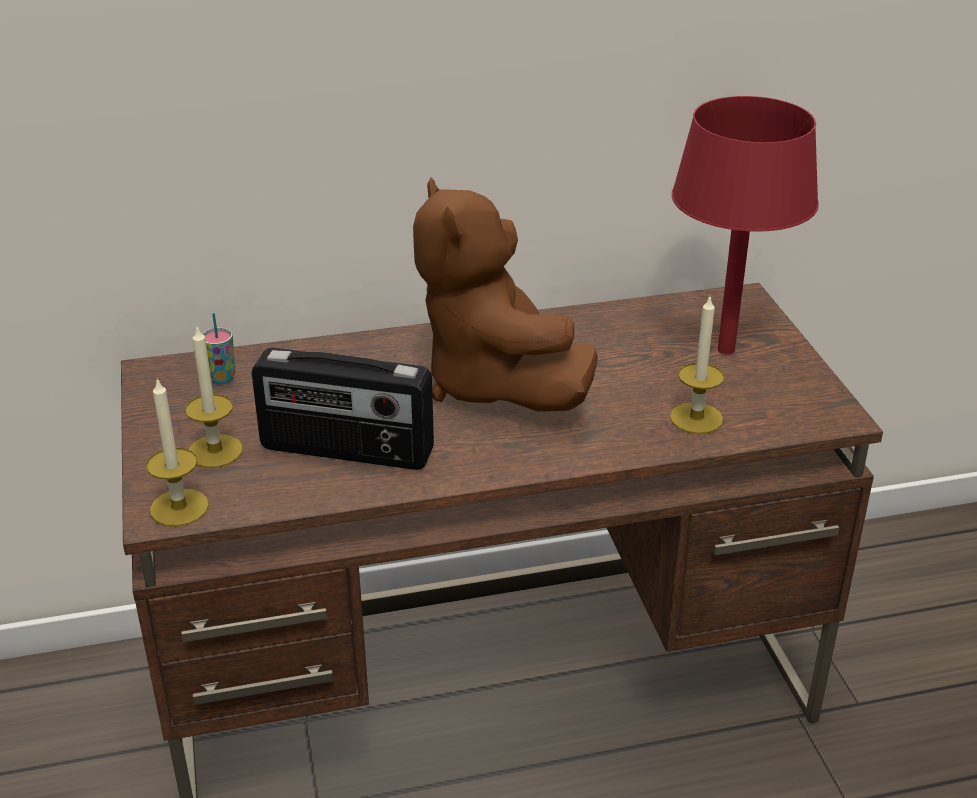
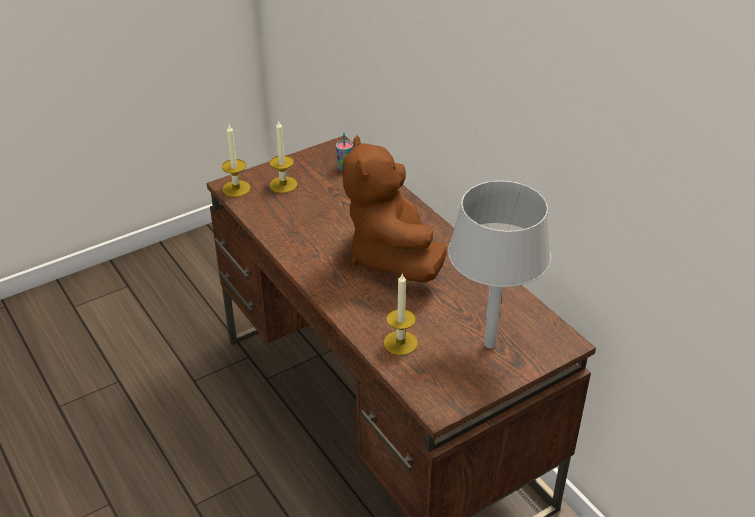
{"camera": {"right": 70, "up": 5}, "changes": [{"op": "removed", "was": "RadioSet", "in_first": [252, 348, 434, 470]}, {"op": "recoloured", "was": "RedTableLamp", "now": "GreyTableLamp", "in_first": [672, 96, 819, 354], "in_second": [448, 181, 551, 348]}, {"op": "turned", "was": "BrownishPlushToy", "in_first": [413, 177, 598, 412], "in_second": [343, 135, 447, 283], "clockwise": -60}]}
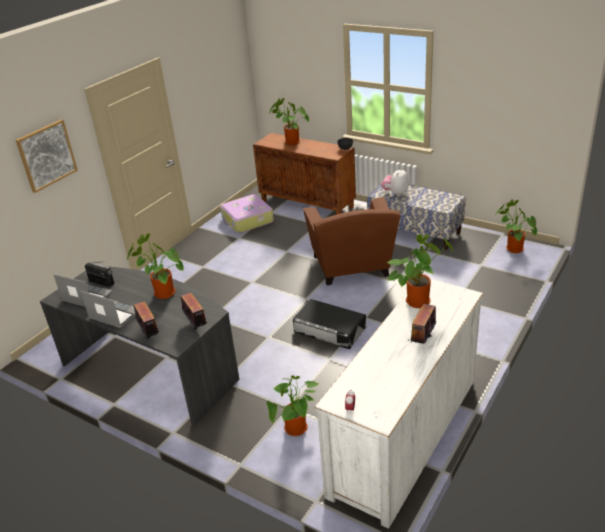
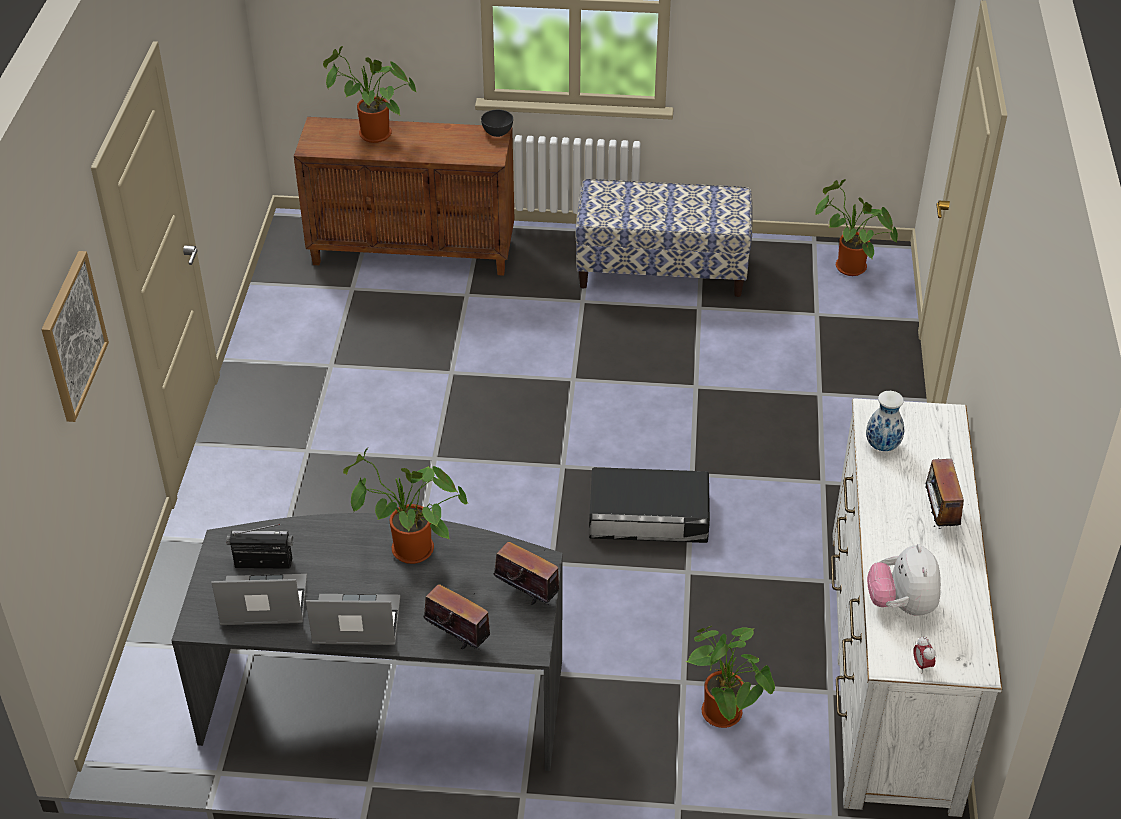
{"camera": {"right": -30, "up": 10}, "changes": [{"op": "removed", "was": "PieceOfLuggage", "in_first": [220, 194, 274, 233]}, {"op": "removed", "was": "BrownishEasyChair", "in_first": [303, 197, 400, 285]}, {"op": "moved", "was": "PlushToy", "in_first": [381, 168, 409, 197], "in_second": [867, 544, 941, 616]}, {"op": "replaced", "was": "PottedPlant", "now": "FlowerVase", "in_first": [386, 234, 454, 308], "in_second": [866, 391, 904, 451]}]}
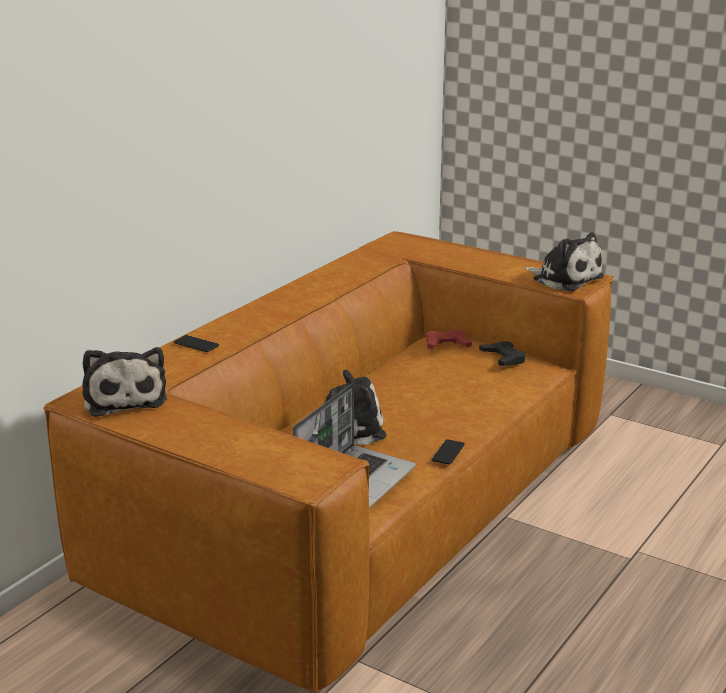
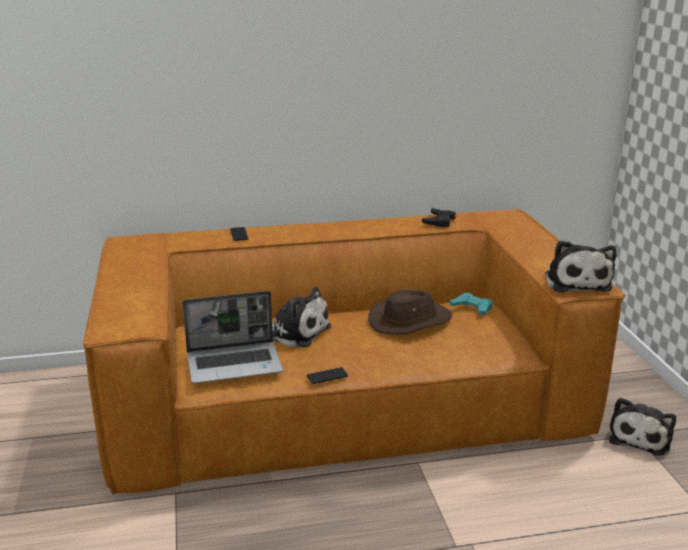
{"camera": {"right": 45, "up": 0}, "changes": [{"op": "added", "now": "BrownishClothingHat", "in_second": [368, 290, 452, 334]}, {"op": "moved", "was": "PlushToy", "in_first": [82, 347, 167, 417], "in_second": [609, 397, 676, 456]}, {"op": "moved", "was": "BlackColouredGameController", "in_first": [479, 341, 526, 366], "in_second": [422, 208, 456, 228]}, {"op": "recoloured", "was": "RedGameController", "now": "TurquoiseColouredGameController", "in_first": [427, 330, 472, 349], "in_second": [449, 293, 493, 315]}]}
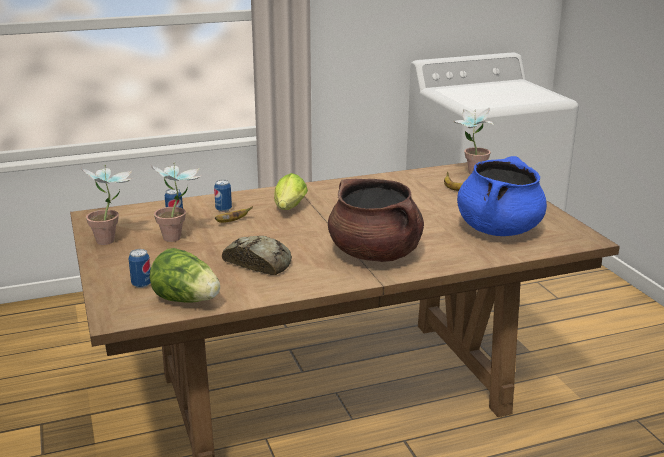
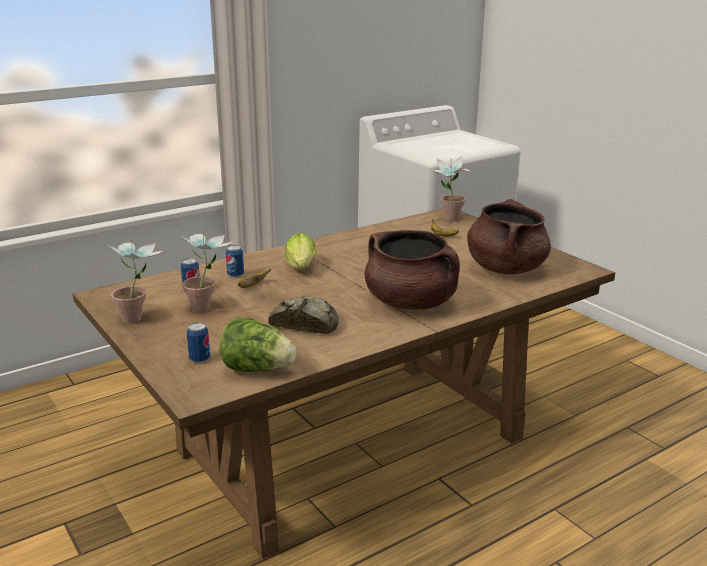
{"camera": {"right": -15, "up": 0}, "changes": [{"op": "recoloured", "was": "BlueColouredCookingPot", "now": "BrownishCookingPot", "in_first": [457, 156, 547, 236], "in_second": [467, 199, 551, 274]}]}
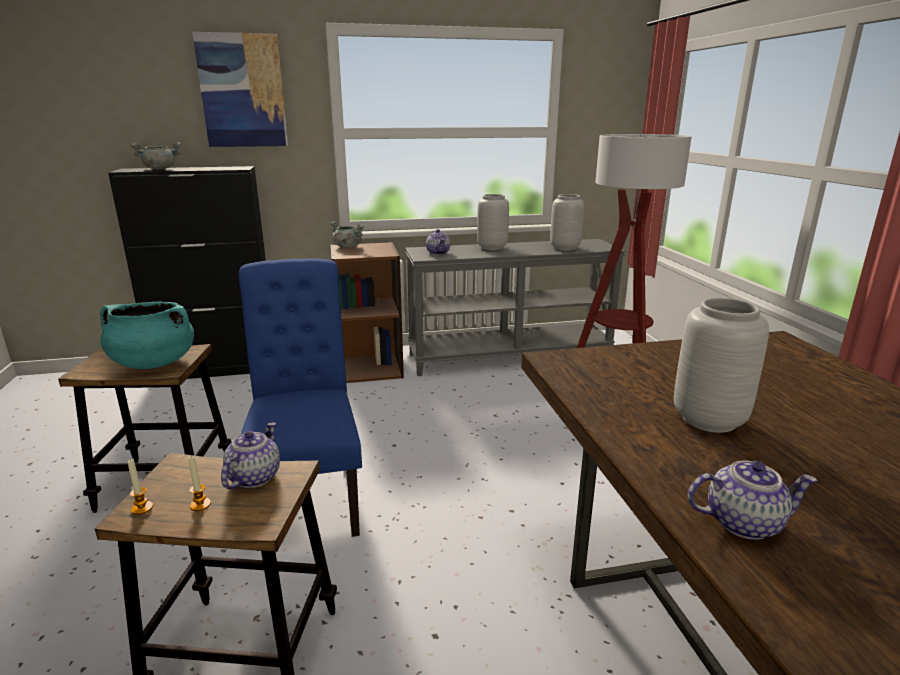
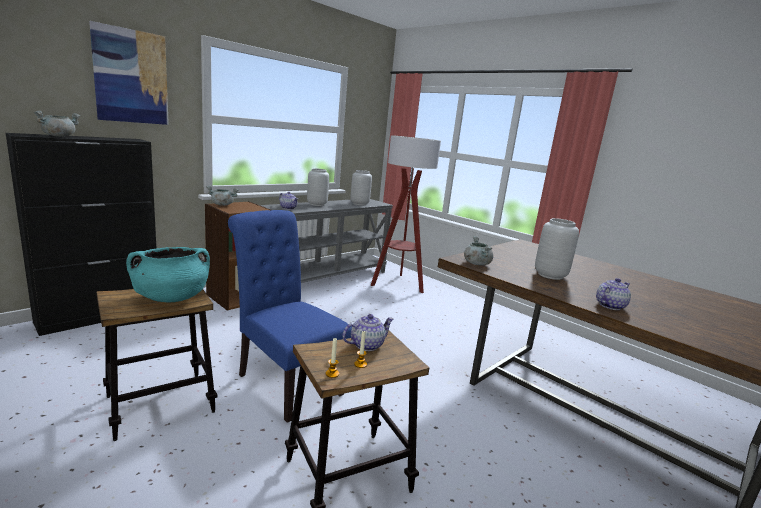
{"camera": {"right": -35, "up": -5}, "changes": [{"op": "added", "now": "GreyCookingPot", "in_second": [464, 236, 493, 265]}, {"op": "turned", "was": "Teapot", "in_first": [221, 422, 280, 489], "in_second": [342, 314, 394, 351], "clockwise": 75}]}
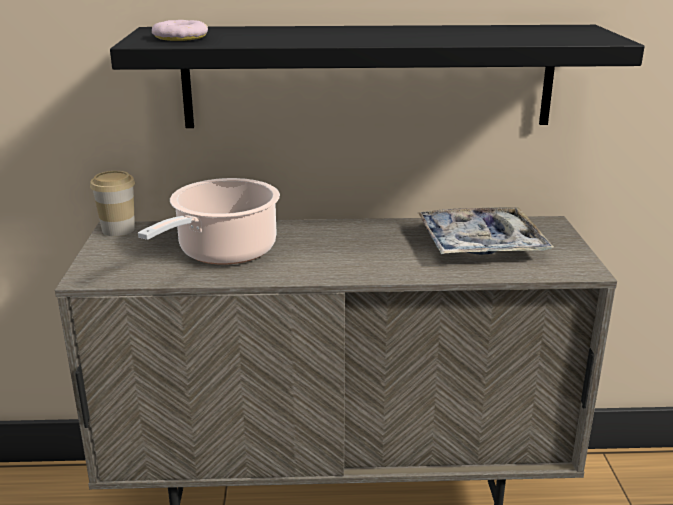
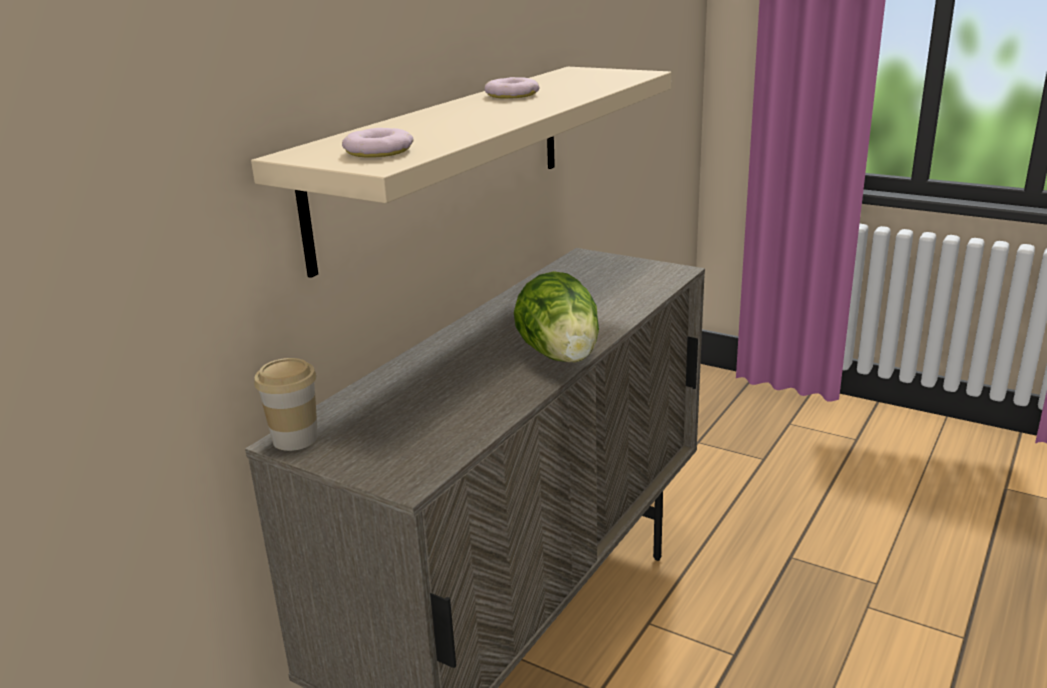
{"camera": {"right": -55, "up": 0}, "changes": [{"op": "removed", "was": "CookingPot", "in_first": [138, 178, 280, 265]}, {"op": "removed", "was": "Tray", "in_first": [417, 207, 554, 254]}, {"op": "added", "now": "Donut", "in_second": [484, 77, 539, 99]}, {"op": "added", "now": "Lettuce", "in_second": [514, 271, 599, 362]}, {"op": "recoloured", "was": "BlackColouredBracketShelf", "now": "SandColouredBracketShelf", "in_first": [110, 25, 645, 128], "in_second": [251, 67, 671, 278]}]}
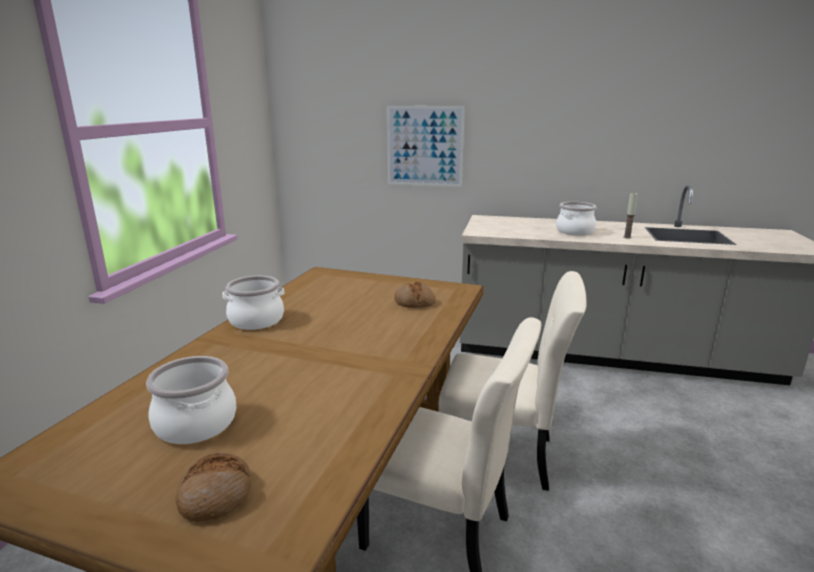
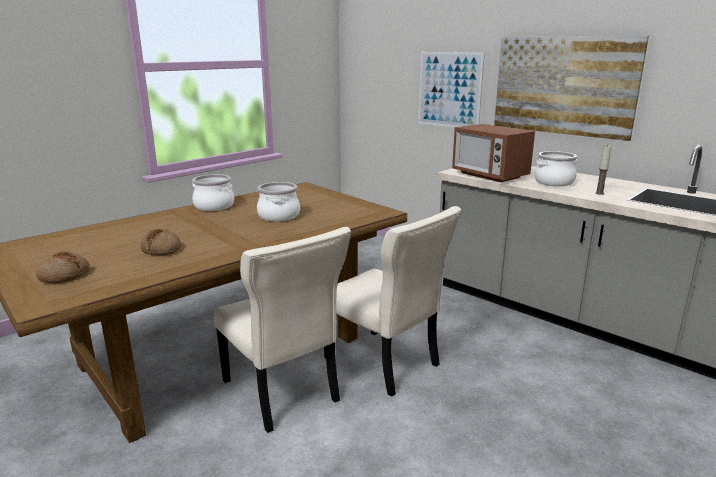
{"camera": {"right": 30, "up": 0}, "changes": [{"op": "added", "now": "Microwave", "in_second": [452, 124, 535, 182]}, {"op": "added", "now": "WallArt", "in_second": [494, 36, 649, 141]}, {"op": "moved", "was": "CookingPot", "in_first": [146, 356, 237, 444], "in_second": [257, 182, 300, 222]}, {"op": "moved", "was": "Bread", "in_first": [394, 281, 435, 308], "in_second": [140, 229, 181, 256]}]}
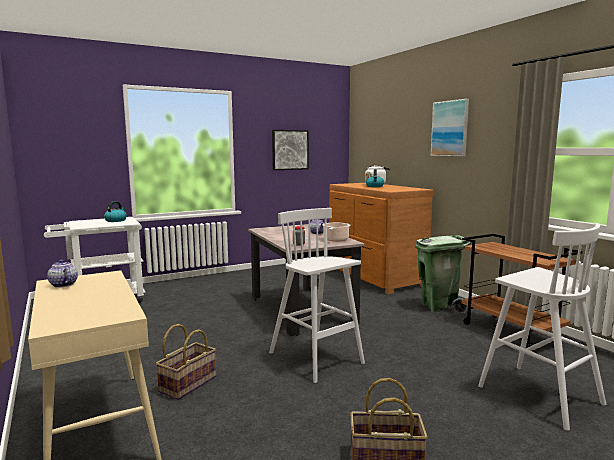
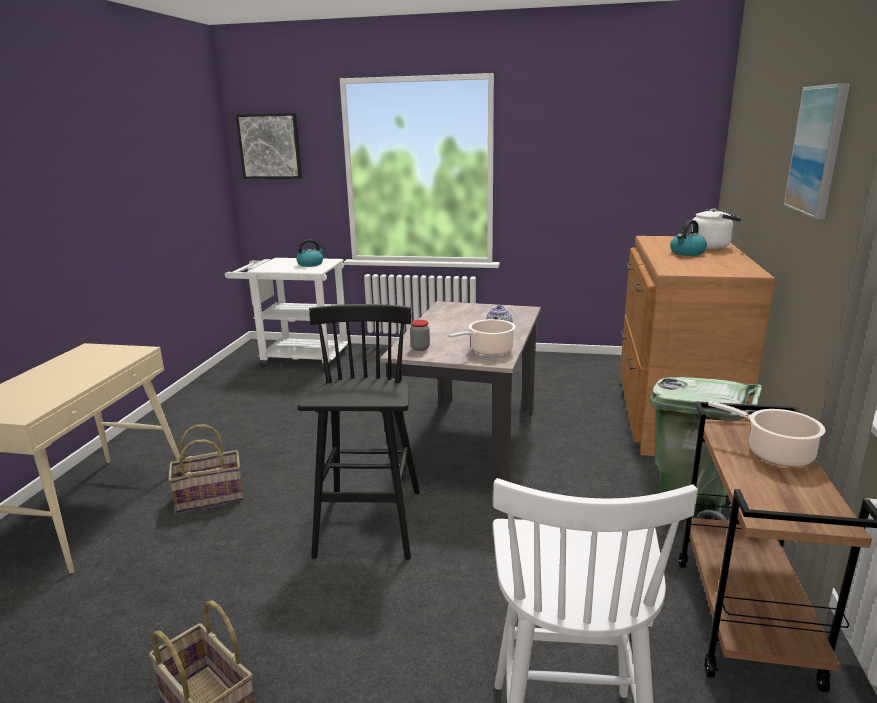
{"camera": {"right": 40, "up": 10}, "changes": [{"op": "removed", "was": "Teapot", "in_first": [47, 260, 78, 288]}, {"op": "added", "now": "CookingPot", "in_second": [708, 401, 825, 467]}, {"op": "moved", "was": "WallArt", "in_first": [272, 130, 309, 170], "in_second": [236, 113, 302, 179]}, {"op": "recoloured", "was": "WhiteSittingStool", "now": "BlackColouredSittingStool", "in_first": [269, 208, 365, 383], "in_second": [298, 304, 420, 560]}]}
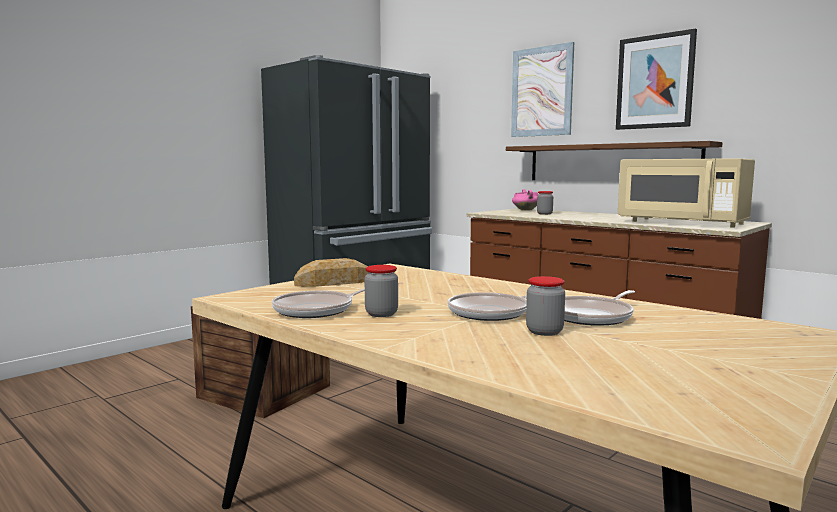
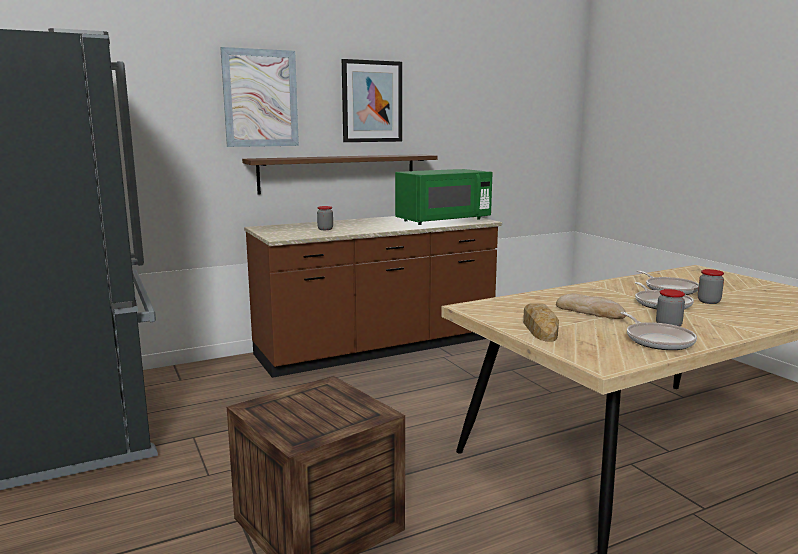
{"camera": {"right": -70, "up": 5}, "changes": [{"op": "removed", "was": "PinkColouredCookingPot", "in_first": [512, 189, 539, 210]}, {"op": "added", "now": "Bread", "in_second": [556, 293, 626, 319]}, {"op": "recoloured", "was": "SandColouredMicrowave", "now": "GreenMicrowave", "in_first": [618, 158, 755, 228], "in_second": [395, 169, 493, 225]}]}
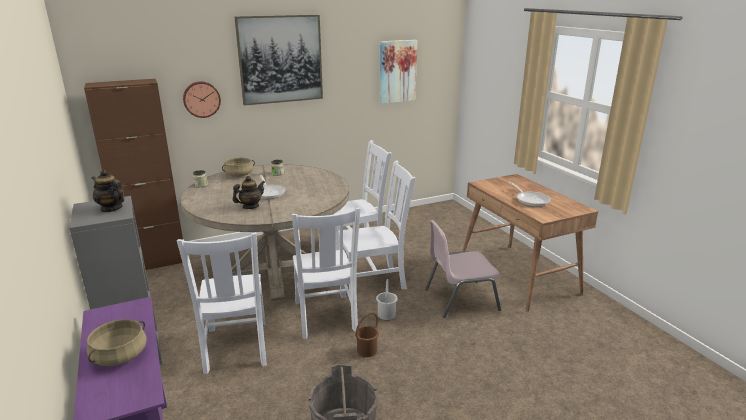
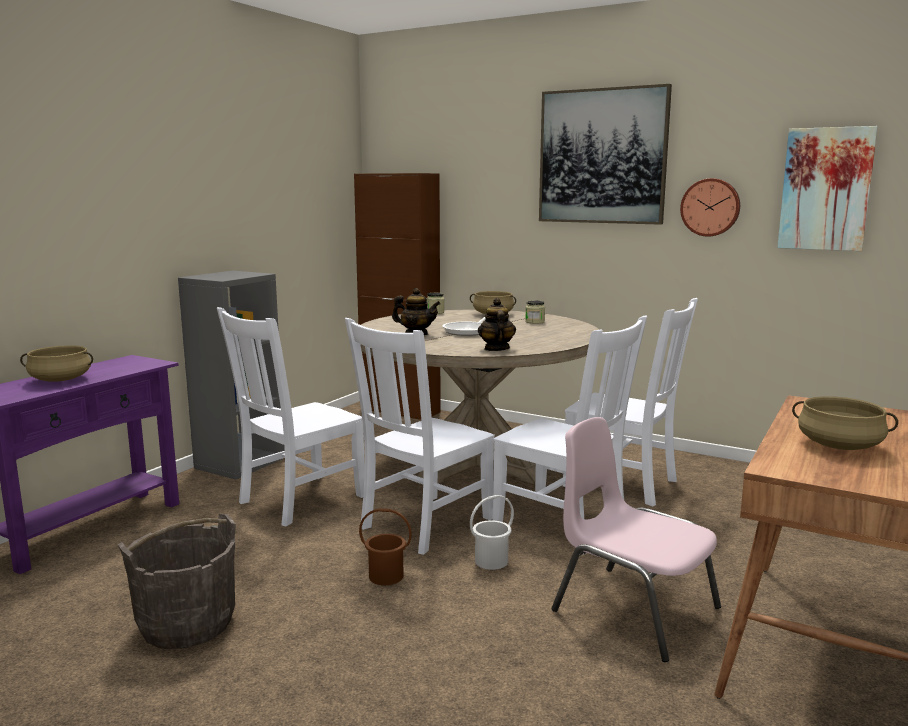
{"camera": {"right": 55, "up": -10}, "changes": [{"op": "moved", "was": "Teapot", "in_first": [92, 170, 124, 212], "in_second": [478, 298, 516, 351]}, {"op": "moved", "was": "ClockOnTheWall", "in_first": [183, 81, 221, 118], "in_second": [680, 178, 740, 237]}, {"op": "replaced", "was": "Skillet", "now": "SandColouredCookingPot", "in_first": [509, 182, 551, 207], "in_second": [792, 396, 898, 450]}]}
